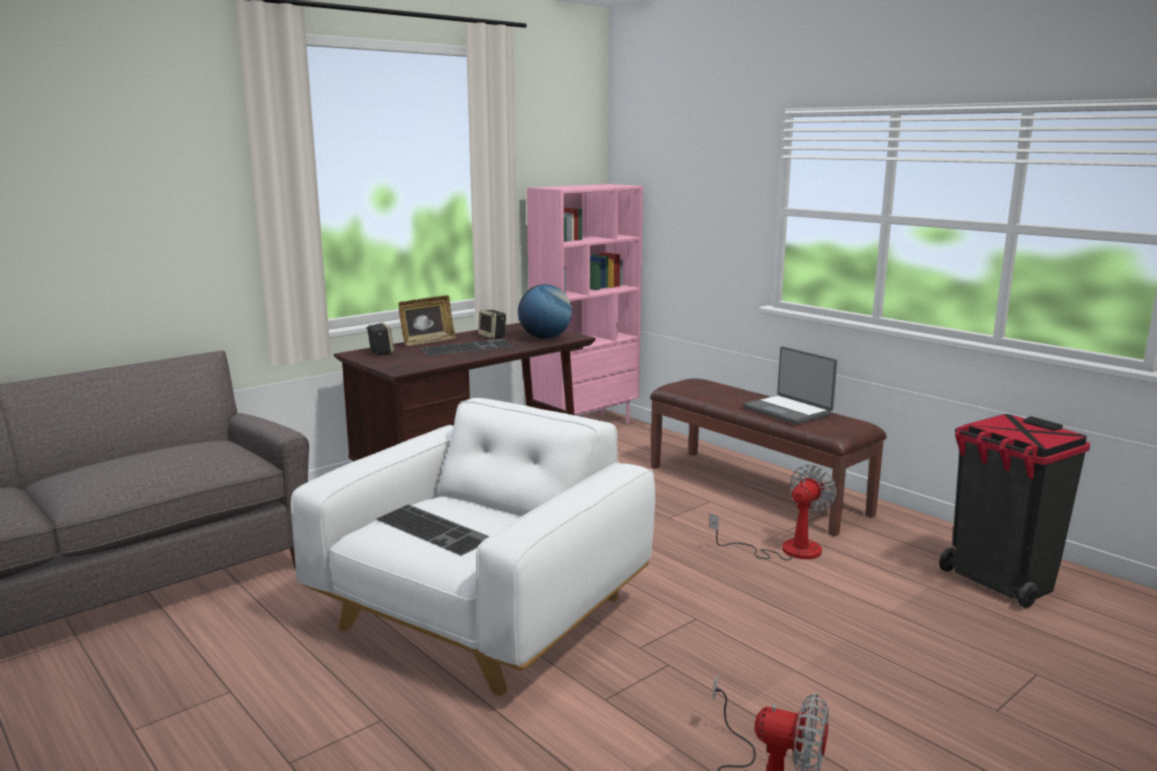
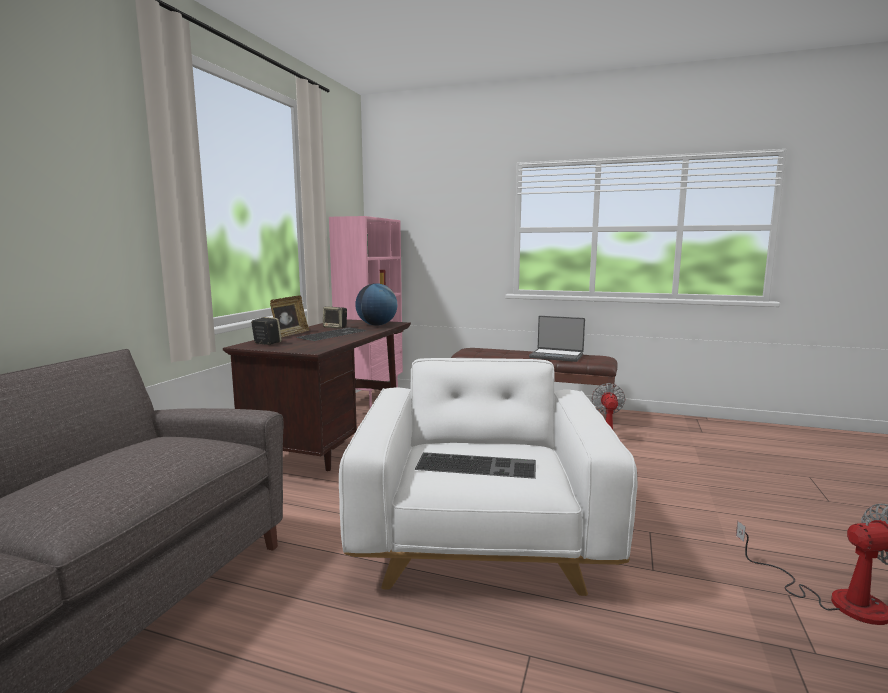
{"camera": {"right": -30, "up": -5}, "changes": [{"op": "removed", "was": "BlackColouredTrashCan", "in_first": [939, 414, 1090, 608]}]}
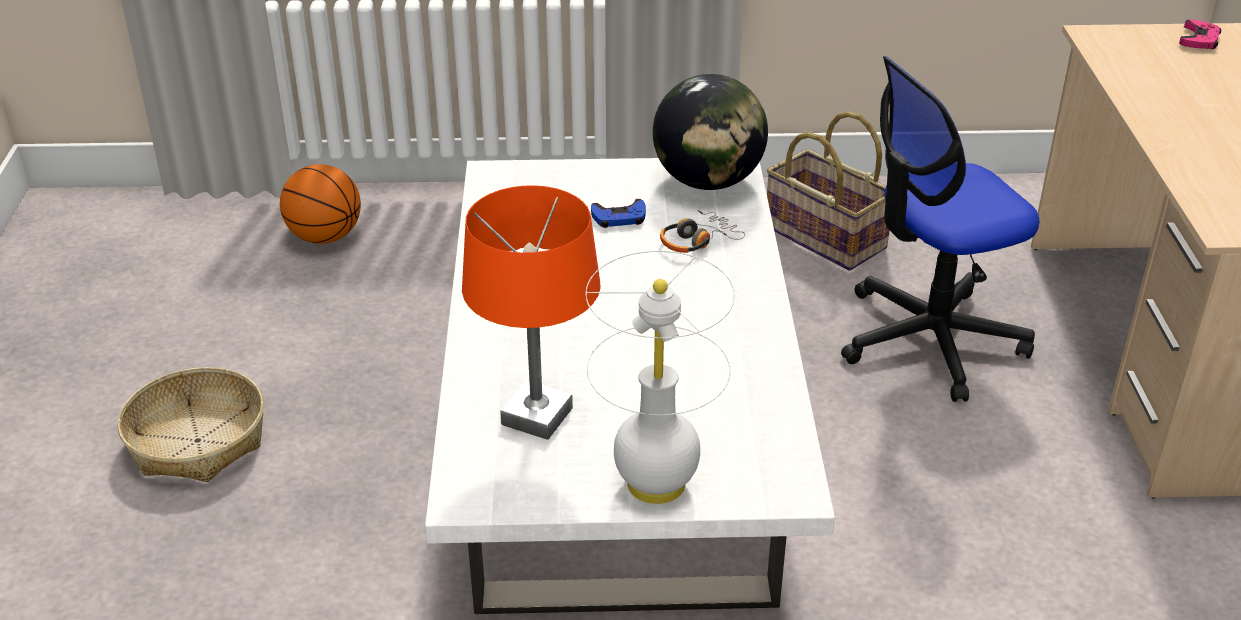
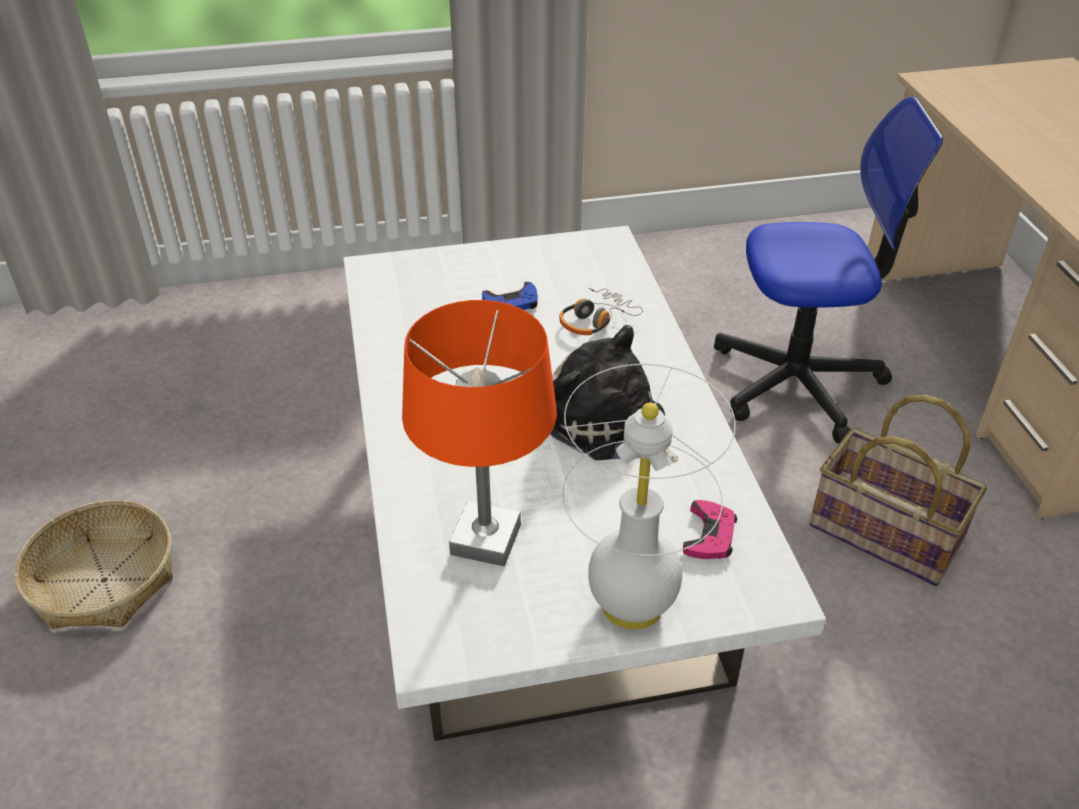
{"camera": {"right": -10, "up": 5}, "changes": [{"op": "removed", "was": "BasketballBall", "in_first": [280, 164, 361, 244]}, {"op": "removed", "was": "DeskGlobe", "in_first": [653, 74, 768, 190]}, {"op": "added", "now": "PlushToy", "in_second": [550, 325, 679, 463]}, {"op": "moved", "was": "Basket", "in_first": [767, 111, 890, 271], "in_second": [809, 395, 987, 586]}, {"op": "moved", "was": "PinkColouredGameController", "in_first": [1179, 19, 1221, 49], "in_second": [683, 500, 737, 559]}, {"op": "turned", "was": "ComputerChair", "in_first": [841, 56, 1039, 402], "in_second": [714, 97, 943, 444], "clockwise": -150}]}
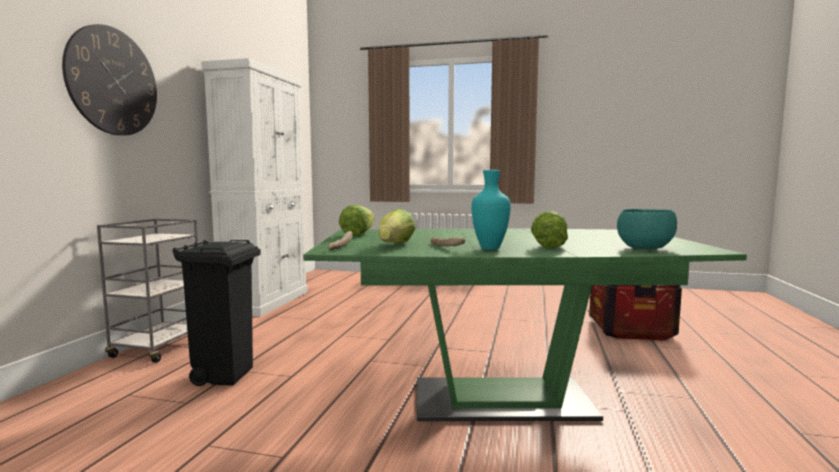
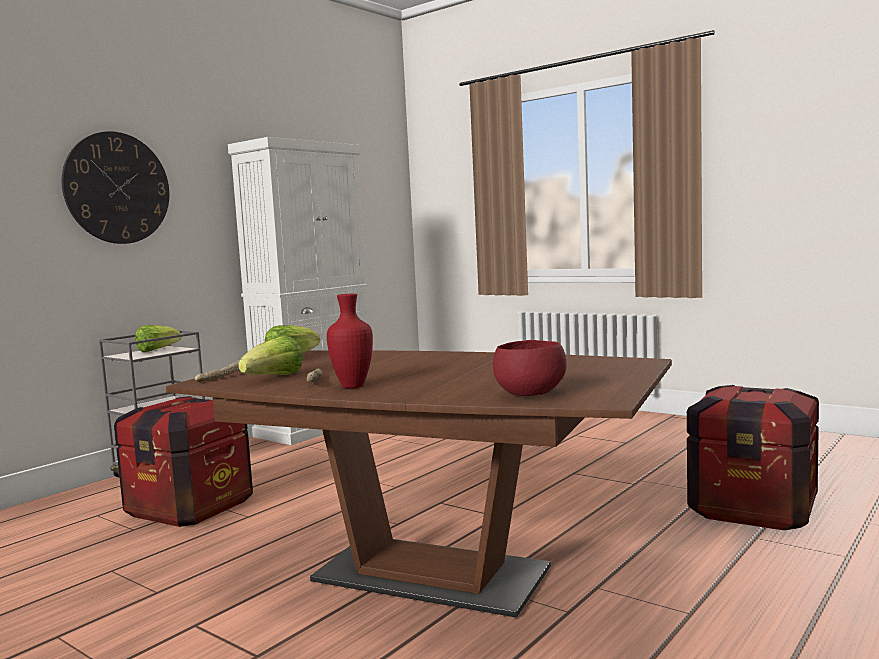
{"camera": {"right": 25, "up": 0}, "changes": [{"op": "moved", "was": "Lettuce", "in_first": [531, 211, 568, 248], "in_second": [135, 325, 181, 352]}, {"op": "replaced", "was": "BlackColouredTrashCan", "now": "PackingCrate", "in_first": [172, 240, 261, 386], "in_second": [114, 396, 253, 527]}, {"op": "recoloured", "was": "GreenKitchenTable", "now": "BrownishKitchenTable", "in_first": [303, 229, 747, 421], "in_second": [166, 351, 672, 618]}, {"op": "recoloured", "was": "TurquoiseColouredFlowerVase", "now": "RedFlowerVase", "in_first": [471, 170, 511, 250], "in_second": [327, 294, 373, 388]}, {"op": "recoloured", "was": "TurquoiseColouredServingBowl", "now": "RedServingBowl", "in_first": [617, 209, 677, 249], "in_second": [493, 340, 567, 396]}]}
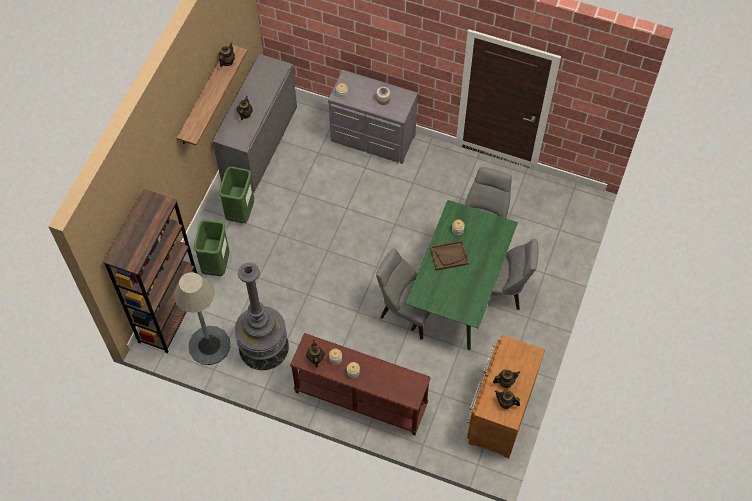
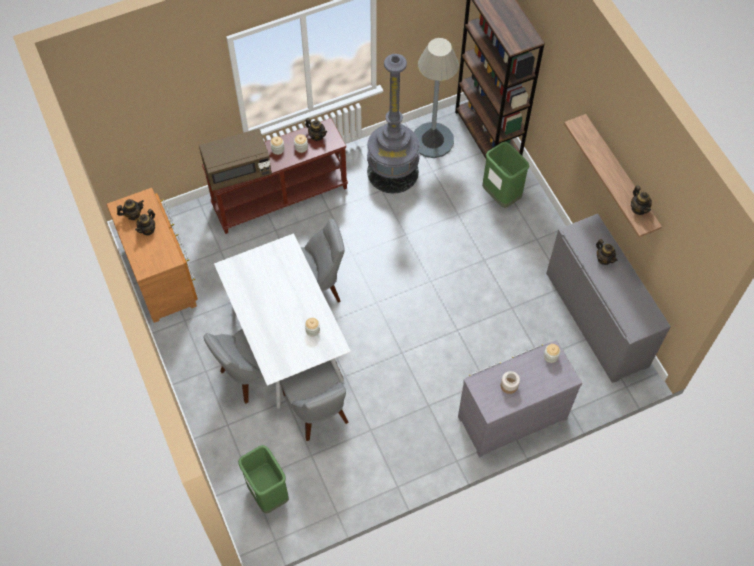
{"camera": {"right": 135, "up": 0}, "changes": [{"op": "removed", "was": "BrownishTray", "in_first": [430, 240, 469, 271]}, {"op": "added", "now": "BrownishMicrowave", "in_second": [199, 129, 272, 191]}, {"op": "moved", "was": "GreenTrashCan", "in_first": [219, 167, 254, 223], "in_second": [238, 445, 289, 513]}, {"op": "recoloured", "was": "GreenKitchenTable", "now": "WhiteKitchenTable", "in_first": [405, 200, 518, 350], "in_second": [214, 233, 351, 408]}]}
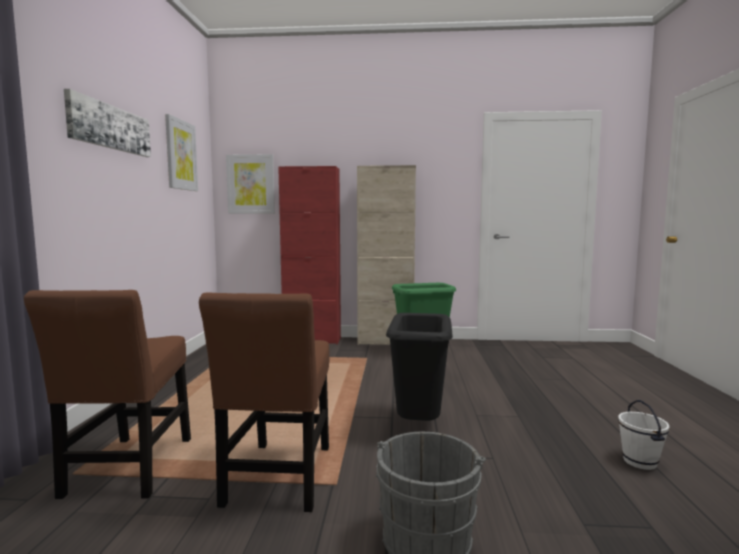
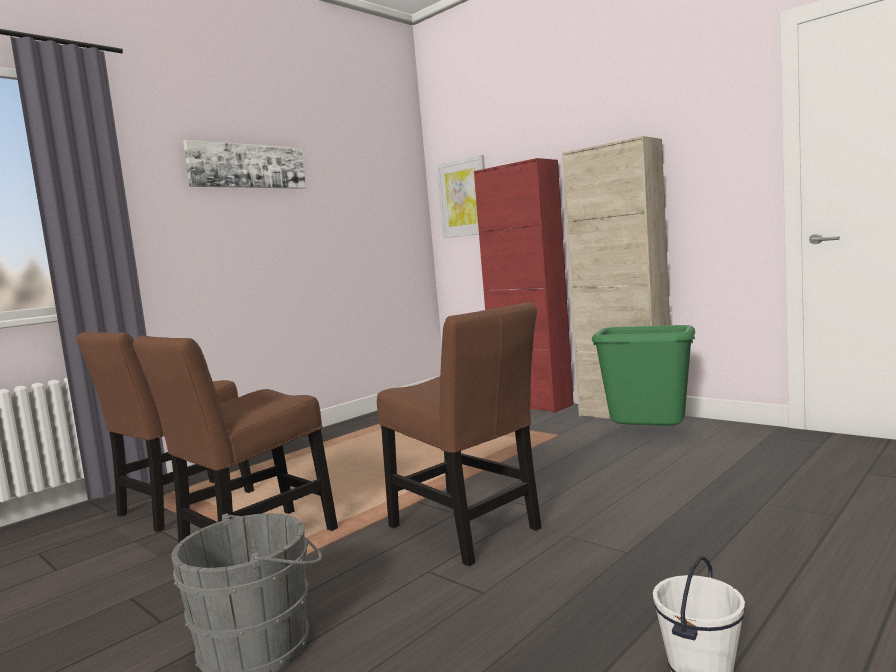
{"camera": {"right": 40, "up": 0}, "changes": [{"op": "removed", "was": "WallArt", "in_first": [165, 114, 198, 191]}, {"op": "replaced", "was": "BlackColouredTrashCan", "now": "BrownishUprightChair", "in_first": [386, 313, 453, 421], "in_second": [377, 302, 542, 566]}]}
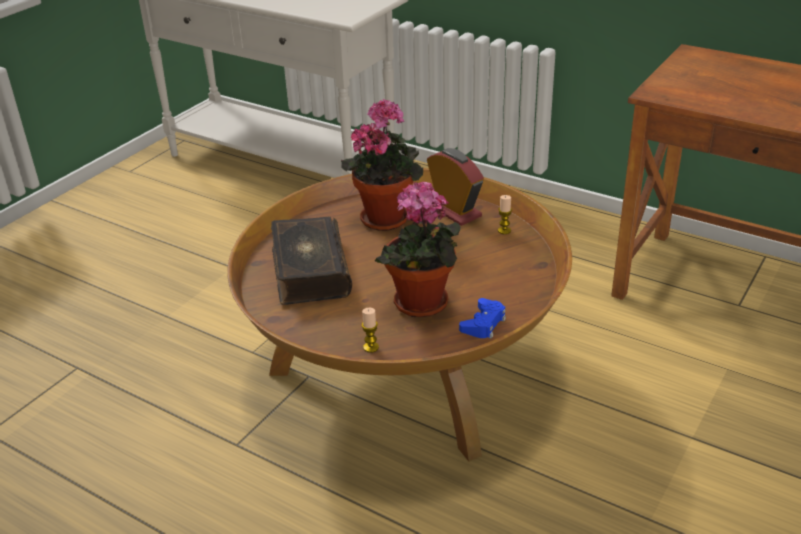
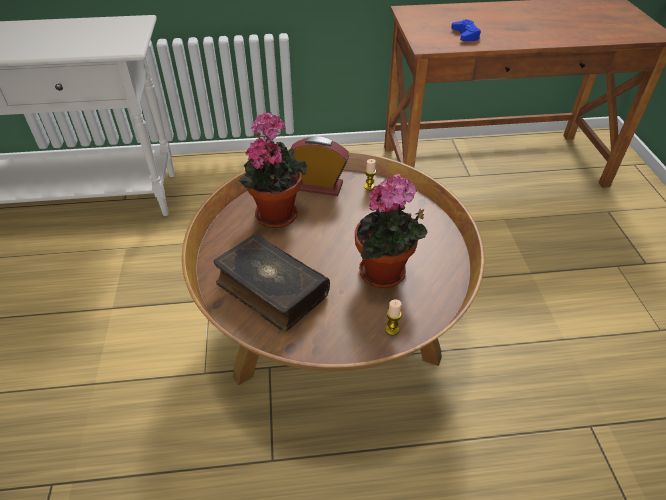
{"camera": {"right": -40, "up": 10}, "changes": [{"op": "moved", "was": "BlueColouredGameController", "in_first": [459, 298, 506, 339], "in_second": [451, 20, 481, 41]}]}
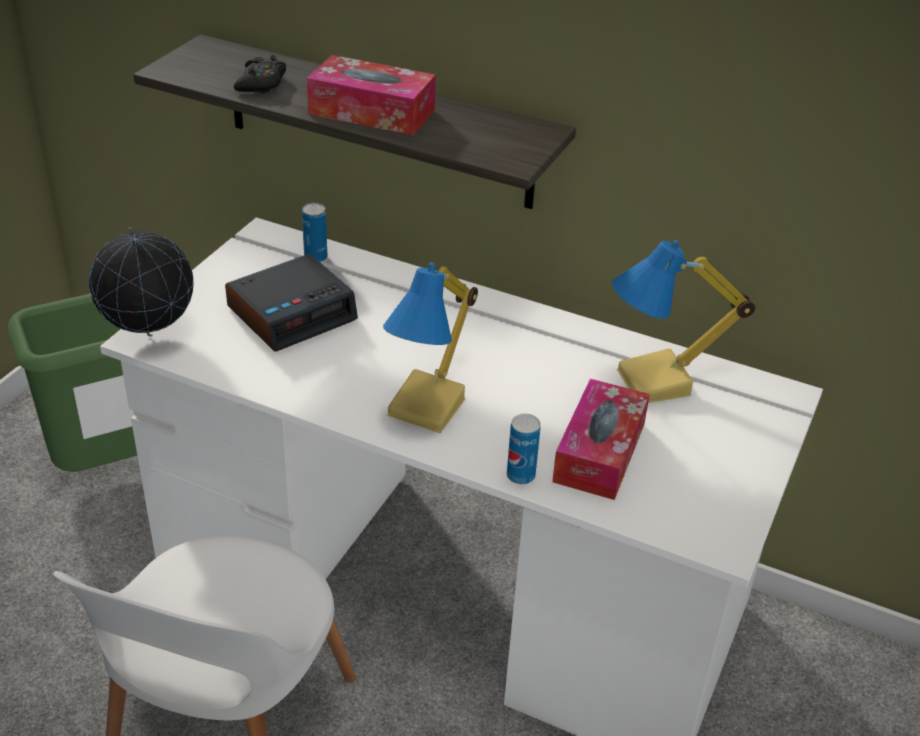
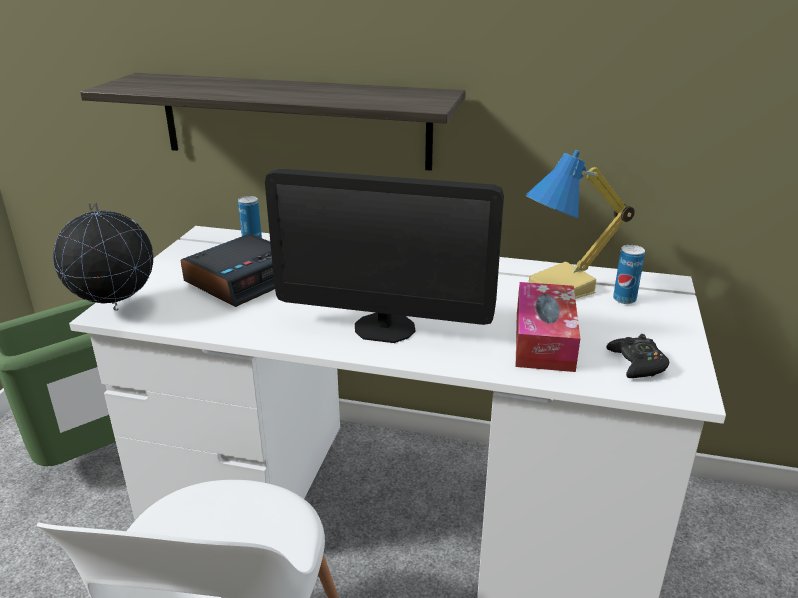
{"camera": {"right": -10, "up": -10}, "changes": [{"op": "removed", "was": "TissueBox", "in_first": [307, 55, 436, 135]}, {"op": "moved", "was": "BlackColouredGameController", "in_first": [234, 55, 286, 94], "in_second": [606, 334, 670, 378]}, {"op": "moved", "was": "SealedCan", "in_first": [507, 414, 541, 484], "in_second": [613, 245, 645, 304]}, {"op": "replaced", "was": "TableLamp", "now": "ComputerDisplay", "in_first": [383, 263, 478, 434], "in_second": [265, 168, 504, 343]}]}
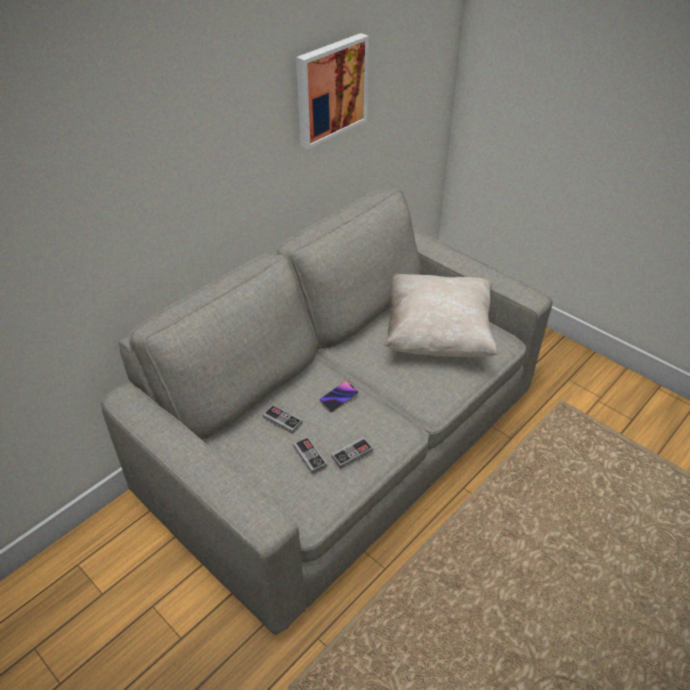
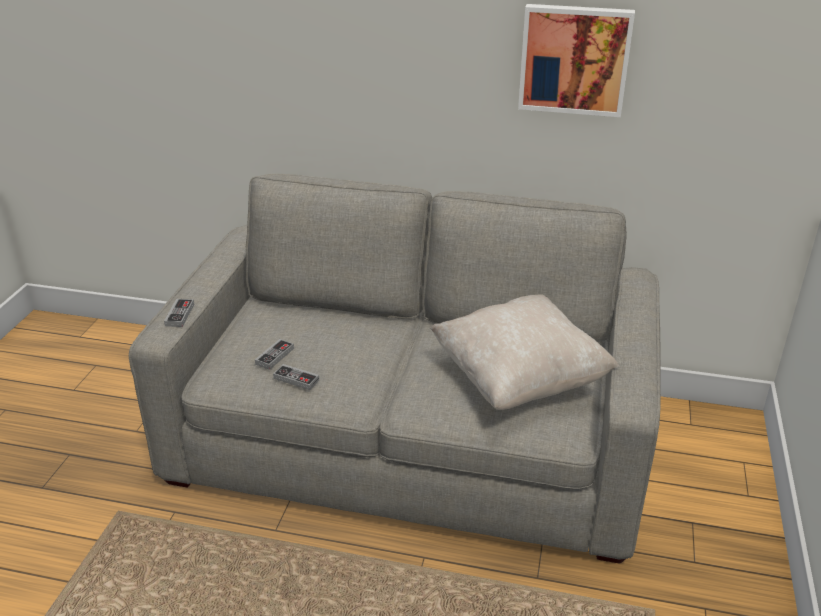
{"camera": {"right": 60, "up": -10}, "changes": [{"op": "removed", "was": "Telephone", "in_first": [319, 381, 358, 412]}, {"op": "moved", "was": "GameController", "in_first": [263, 405, 302, 434], "in_second": [164, 299, 194, 327]}]}
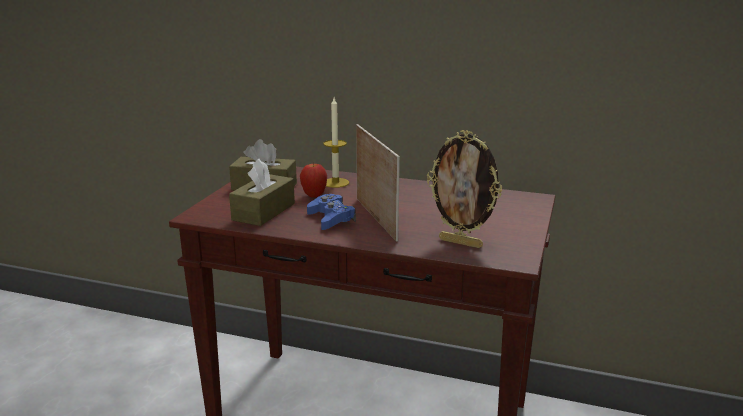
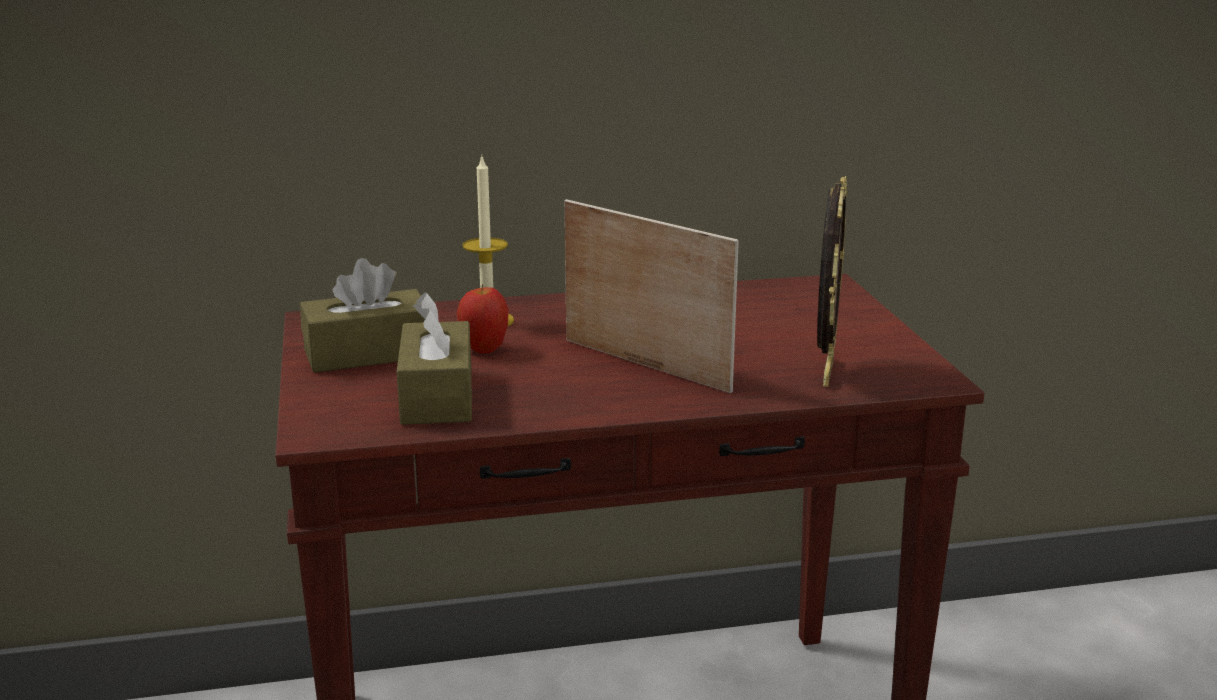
{"camera": {"right": -30, "up": 0}, "changes": [{"op": "removed", "was": "BlueColouredGameController", "in_first": [307, 194, 356, 230]}, {"op": "turned", "was": "PhotoFrame", "in_first": [427, 130, 503, 248], "in_second": [817, 176, 847, 387], "clockwise": -75}]}
